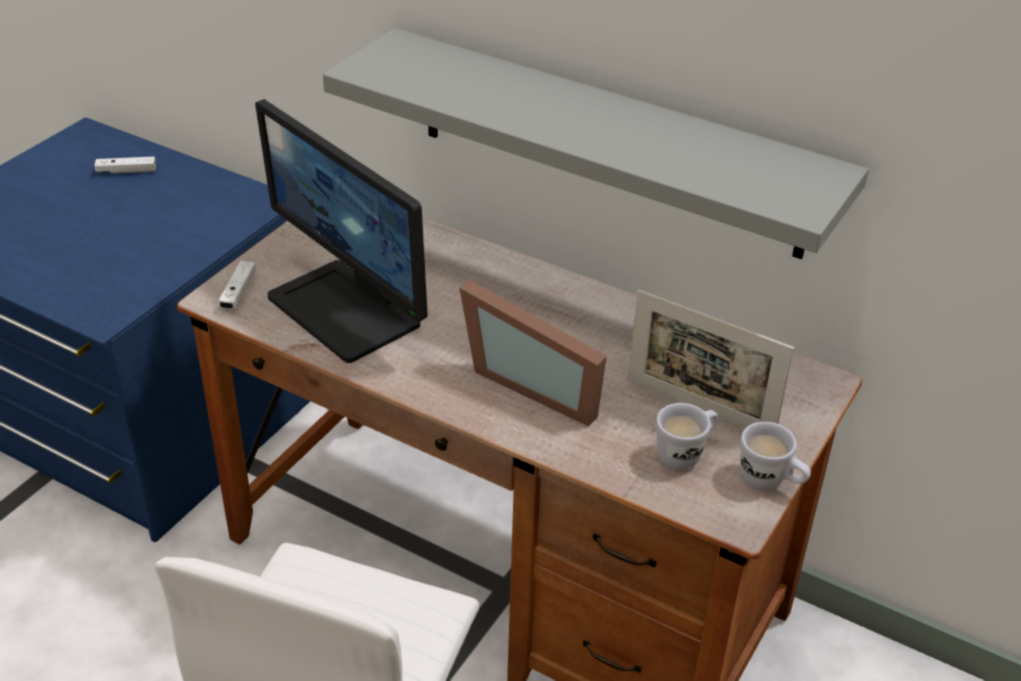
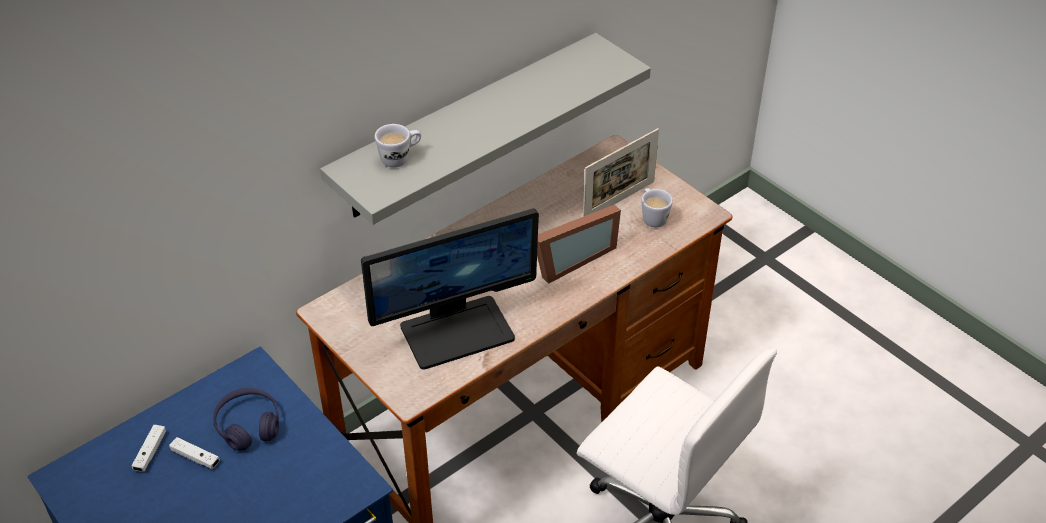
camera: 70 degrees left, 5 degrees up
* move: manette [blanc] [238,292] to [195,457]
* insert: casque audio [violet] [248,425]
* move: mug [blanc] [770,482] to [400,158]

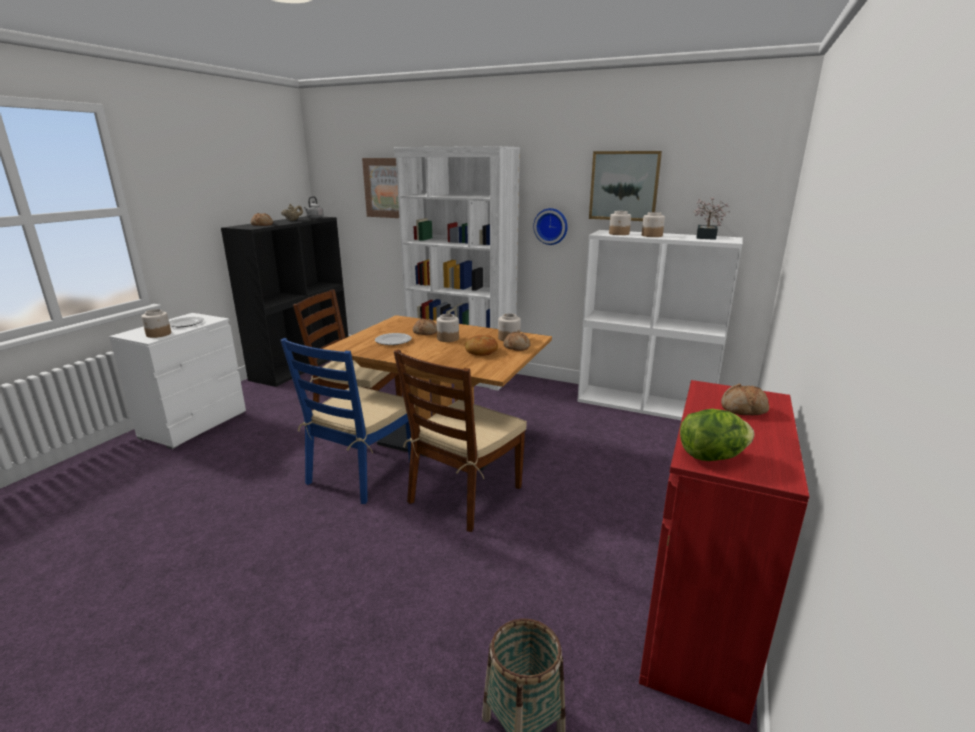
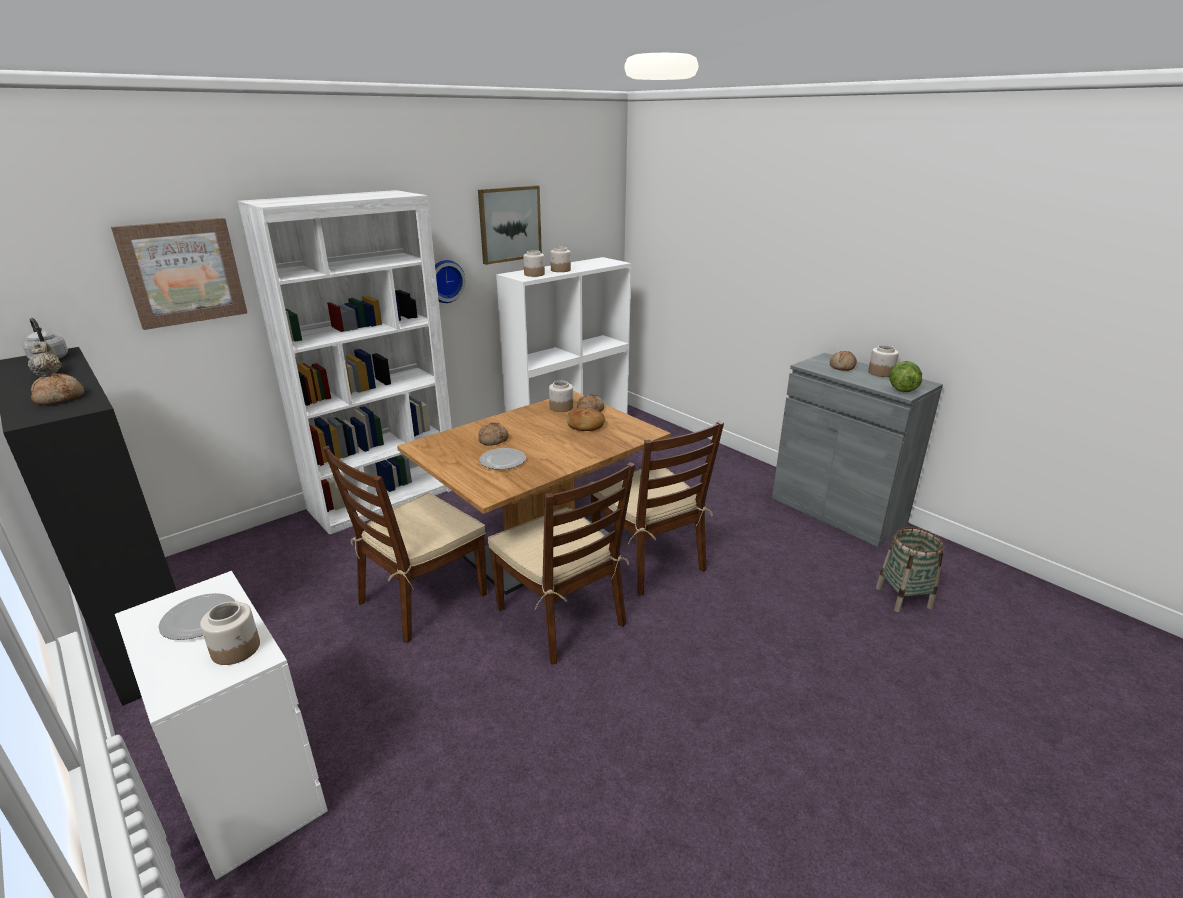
camera: 65 degrees left, 5 degrees up
* recolor: chaise [bleu] [361,473] to chaise [marron] [561,617]
* recolor: meuble de rangement [rouge] [699,625] to meuble de rangement [gris] [837,511]
* move: bocal [448,338] to [880,372]
* delete: plante en pot [705,237]

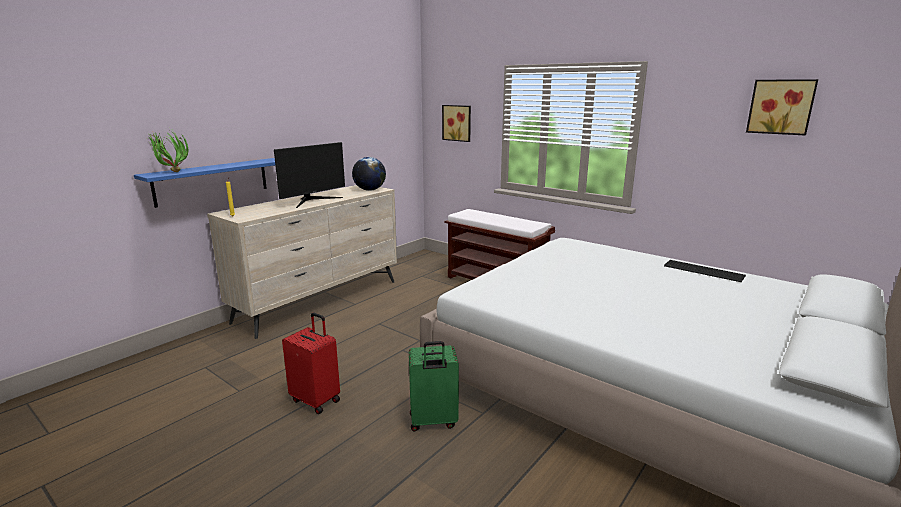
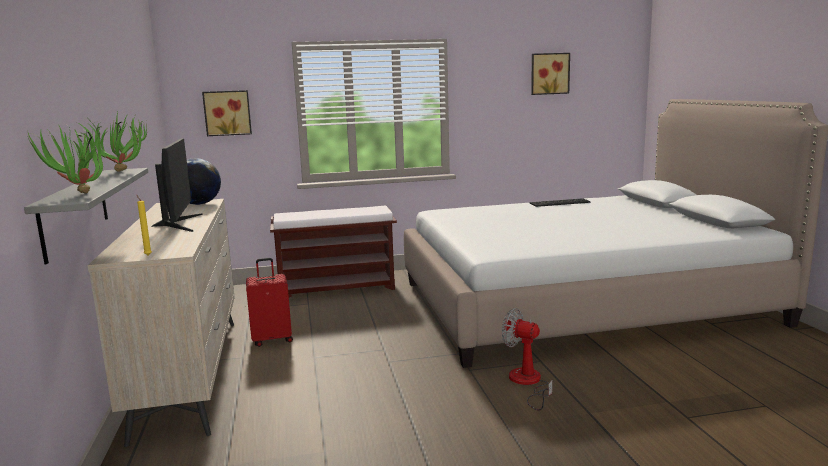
camera: 50 degrees left, 5 degrees down
* recolor: étagère [bleu] [212,181] to étagère [gris] [75,212]
* insert: plante en pot [127,171]
* move: valise [rouge] [316,400] to [272,339]
* replace: valise [vert] [433,421] to ventilateur [528,383]

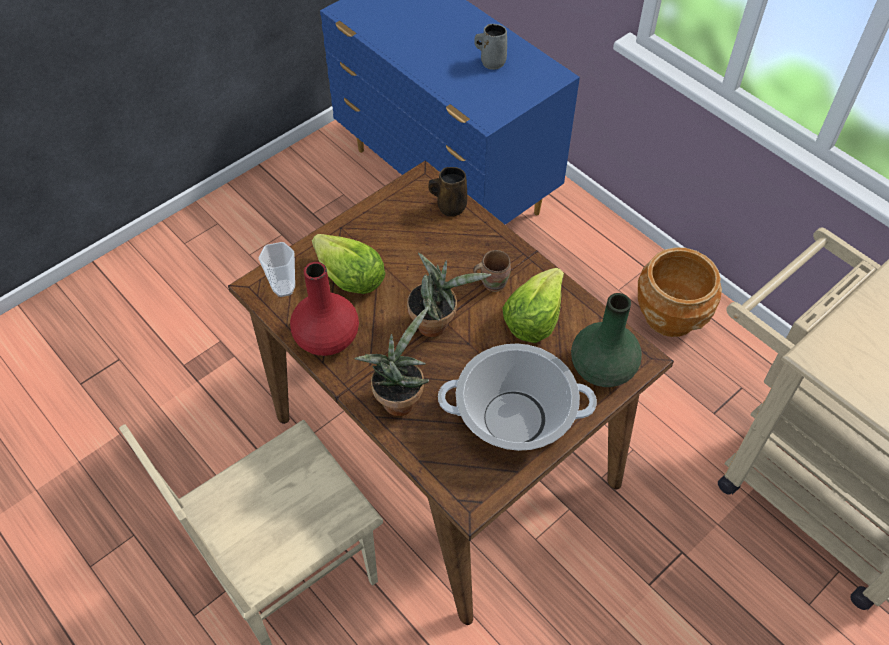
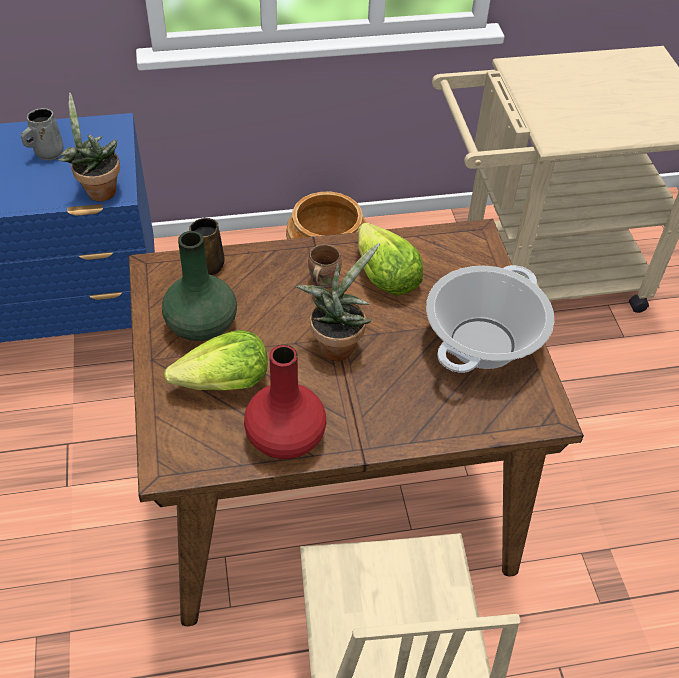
camera: 60 degrees left, 5 degrees down
* move: plante en pot [399,398] to [98,190]
* move: vase [vert] [603,367] to [202,324]
* delete: tasse [284,288]

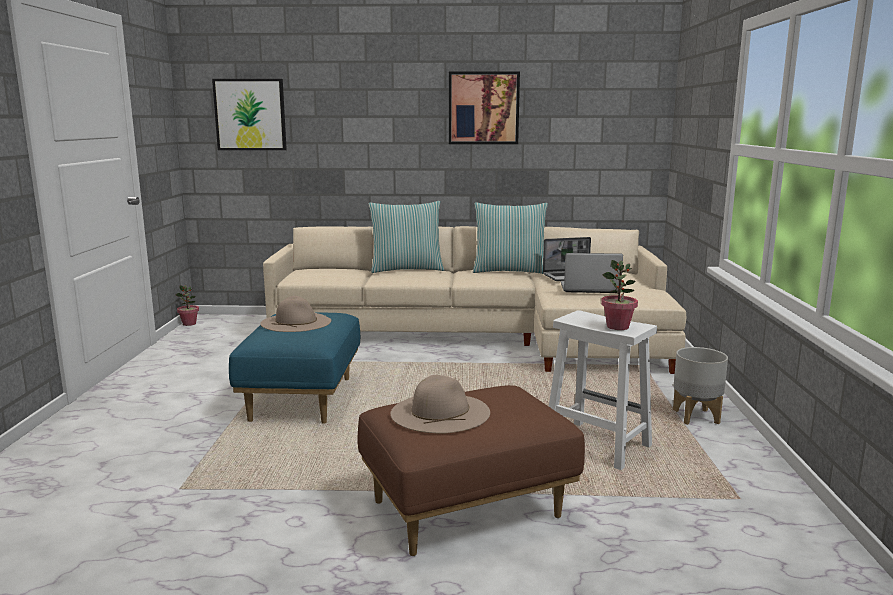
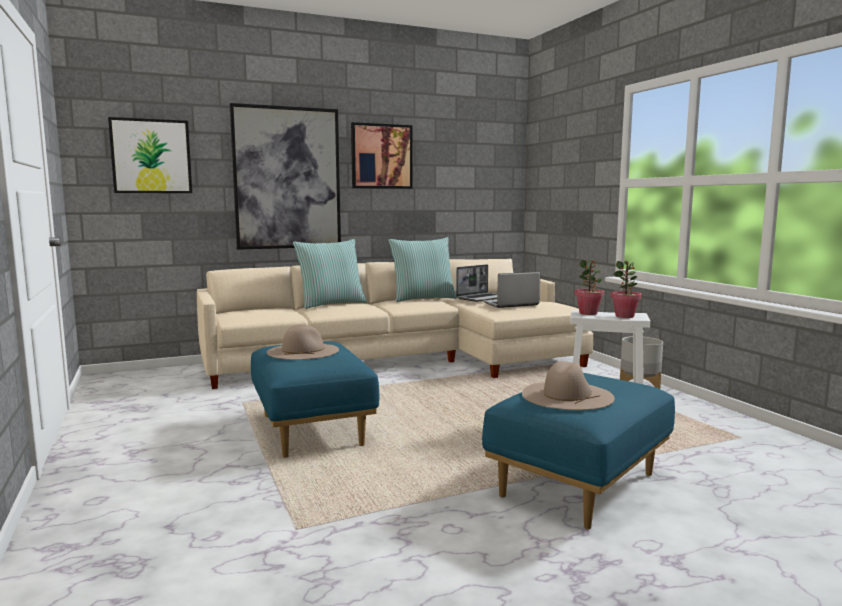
camera: 25 degrees left, 5 degrees down
* insert: tableau [287,178]
* recolor: pouf [marron] [466,510] to pouf [bleu] [579,486]
* move: plante en pot [189,324] to [588,313]

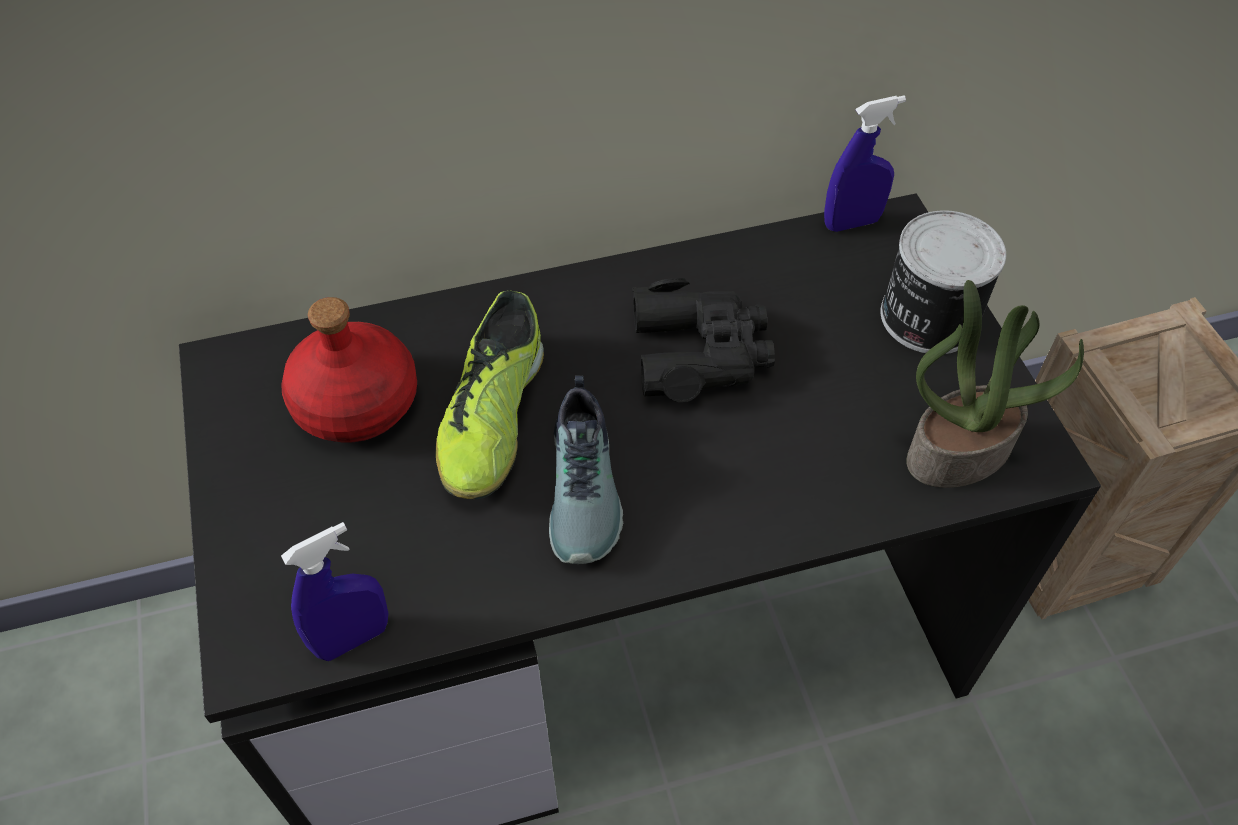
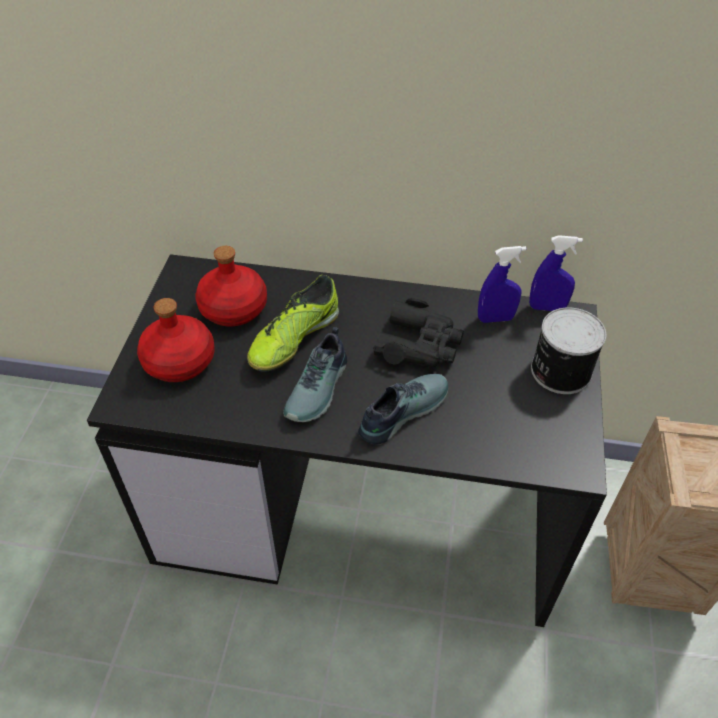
camera: 25 degrees right, 5 degrees down
* insert: bouteille [rouge] [179,360]
* insert: chaussure [401,411]
* move: vaporisateur [bleu] [353,638] to [495,318]
* delete: plante en pot [959,451]

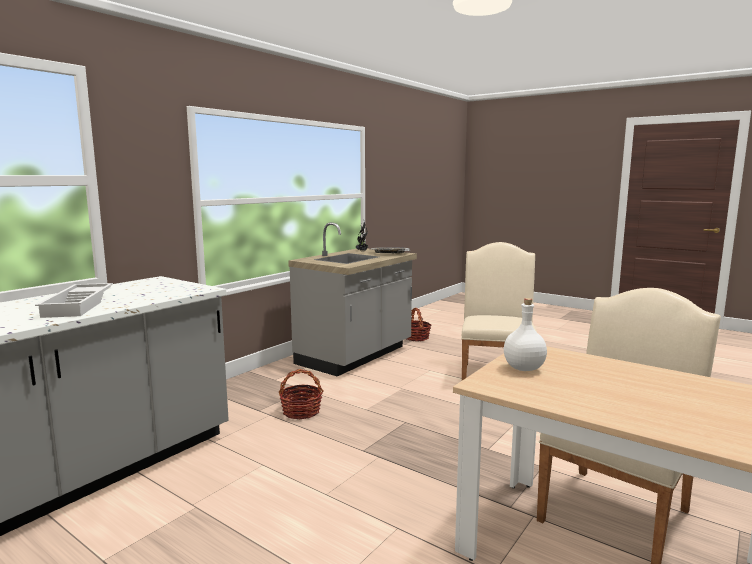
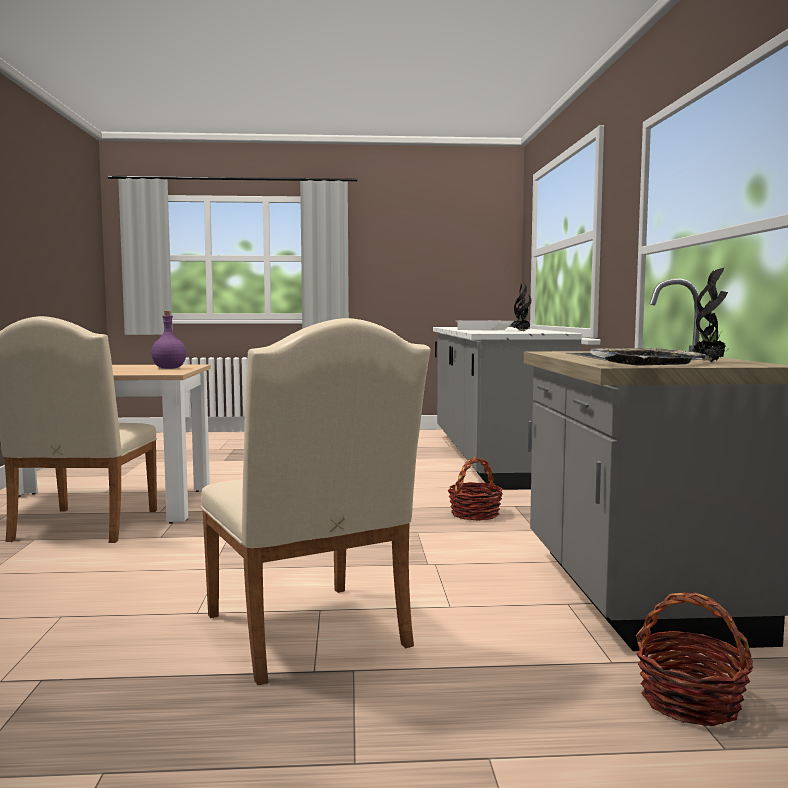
camera: 140 degrees right, 5 degrees down
* recolor: bouteille [blanc] [524,368] to bouteille [violet] [168,368]
* insert: plante en pot [522,331]

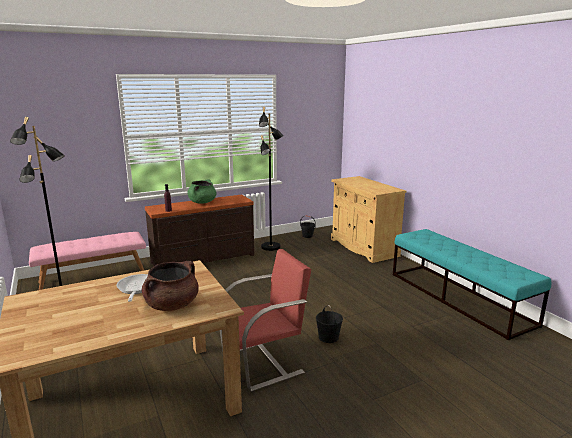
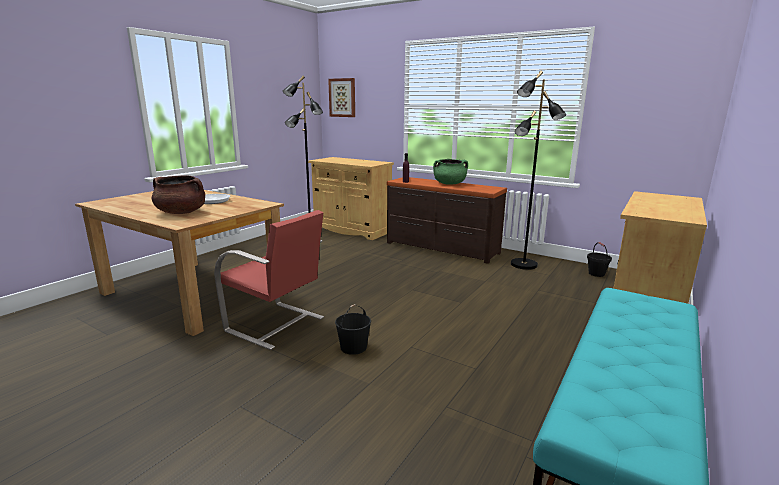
camera: 60 degrees right, 0 degrees up
* replace: banc [rose] [93,278] to meuble de rangement [beige] [352,230]
* insert: tableau [342,97]

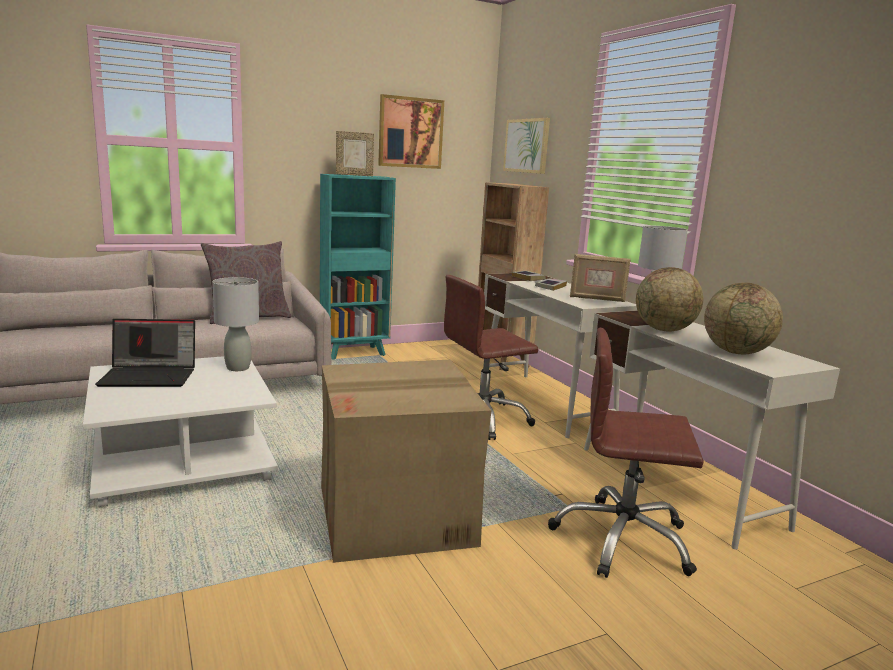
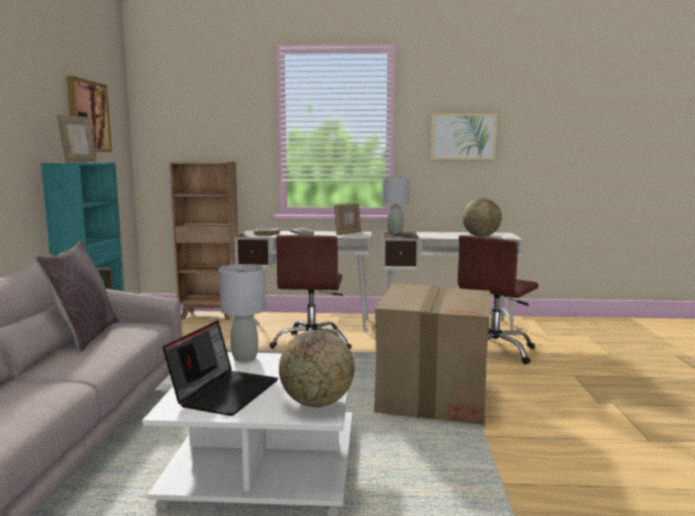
camera: 60 degrees left, 5 degrees down
* move: globe [664,330] to [317,403]
* move: tableau [527,146] to [463,137]

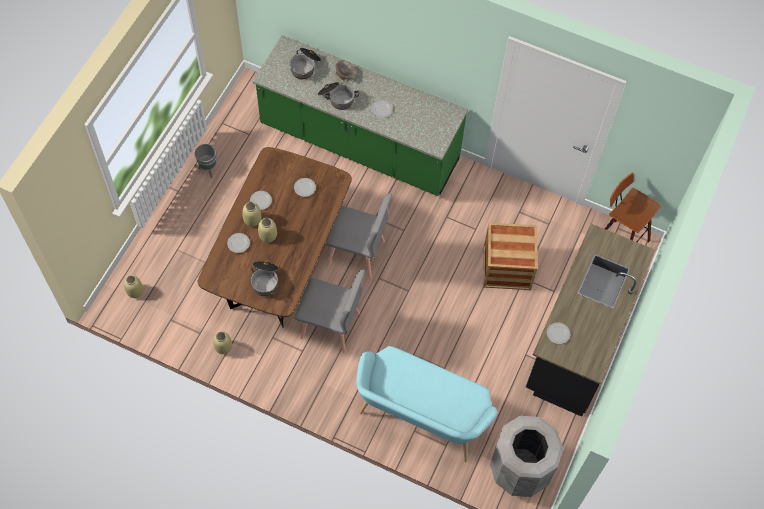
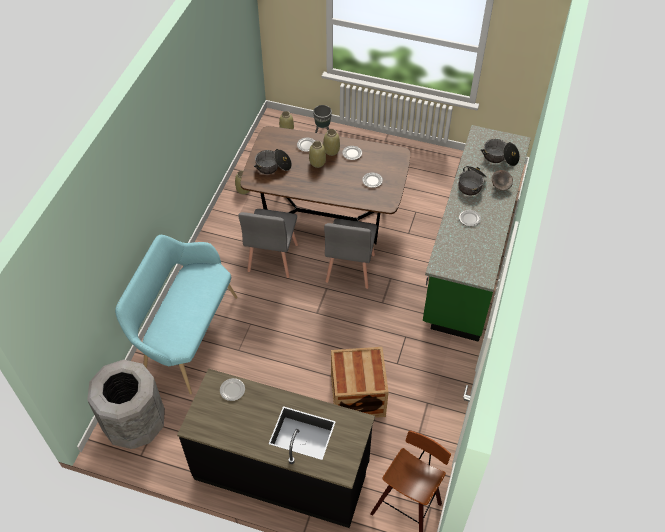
camera: 85 degrees right, 10 degrees down
* move: cache-pot [gris] [208,169] to [322,131]

